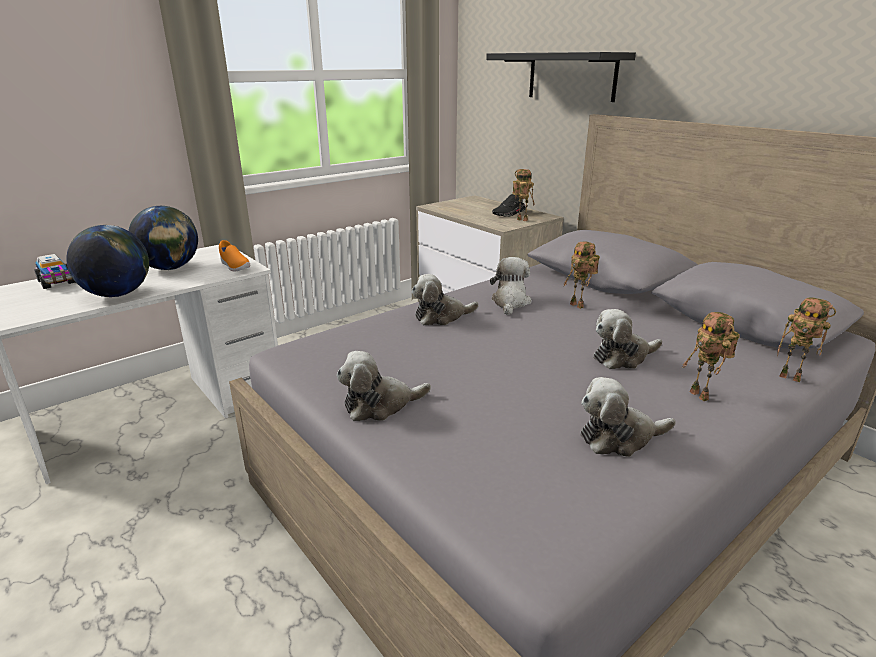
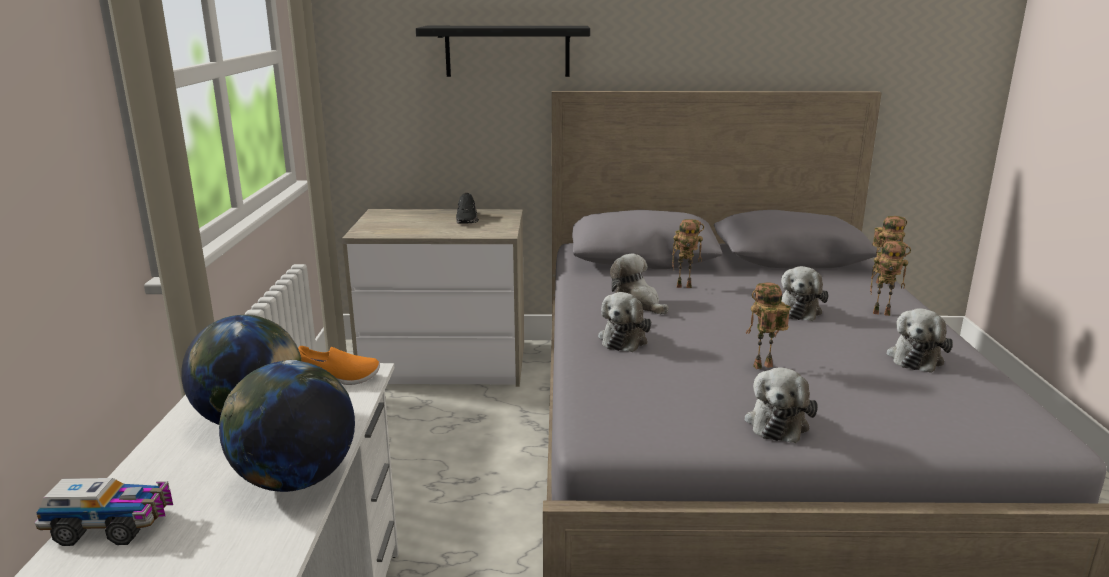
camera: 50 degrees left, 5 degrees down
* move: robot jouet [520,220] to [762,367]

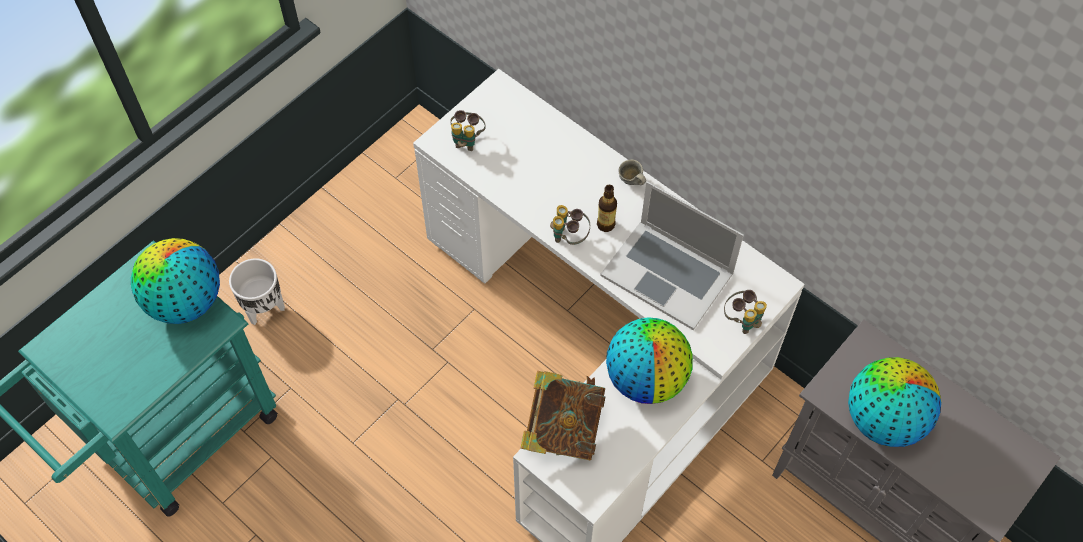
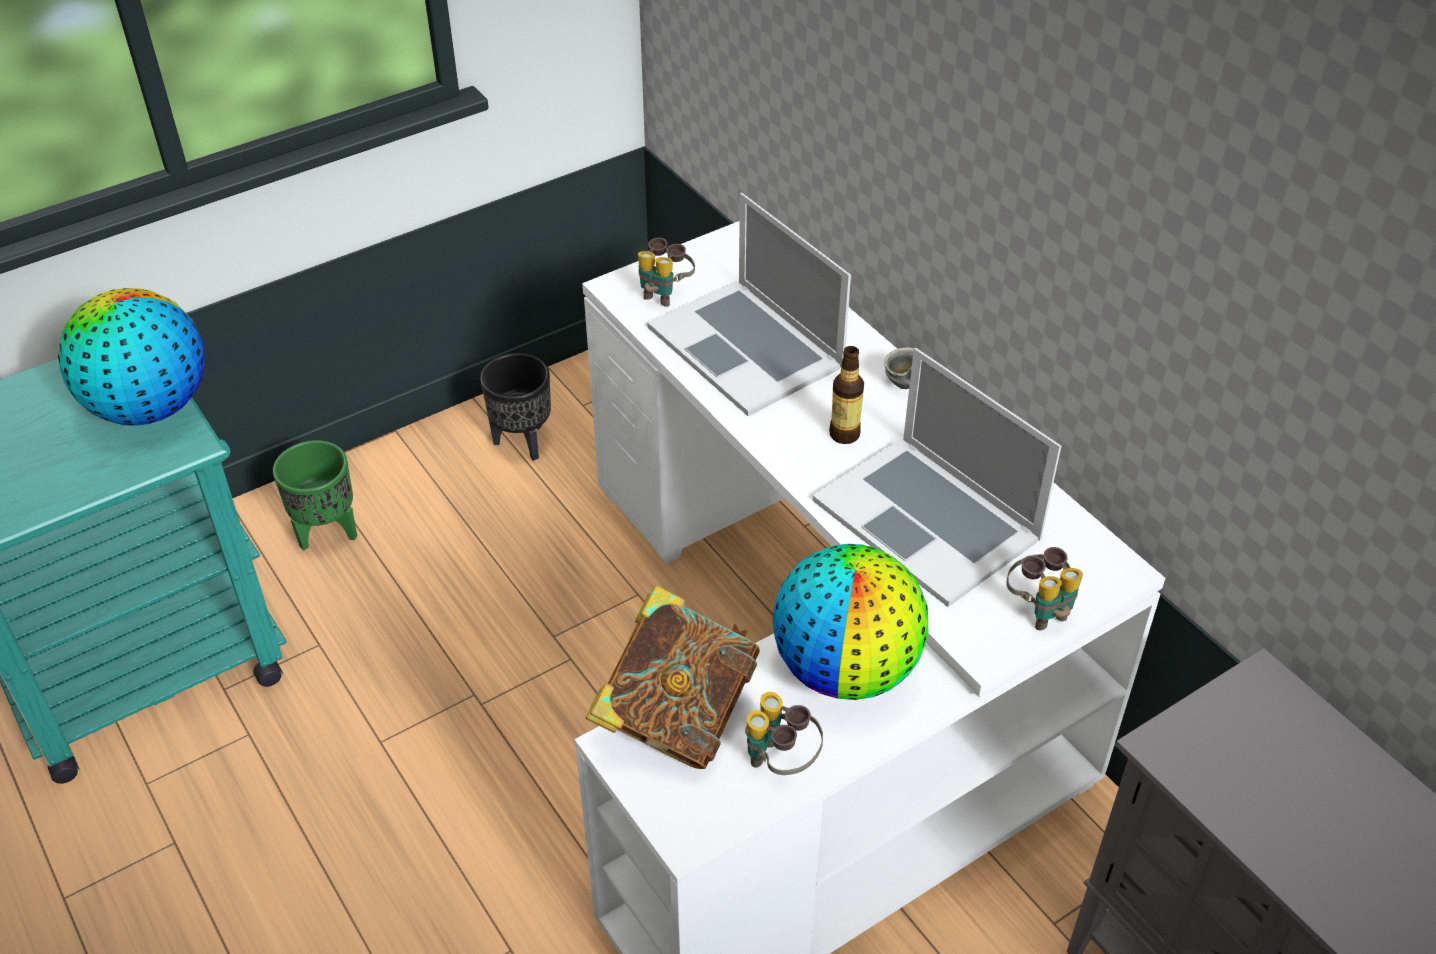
camera: 15 degrees right, 15 degrees down
* recolor: cache-pot [blanc] [264,309] to cache-pot [vert] [326,533]
* insert: cache-pot [noir] [523,443]
* insert: ordinateur portable [746,346]
* move: jumelles [569,237] to [780,762]
* delete: globe [883,419]

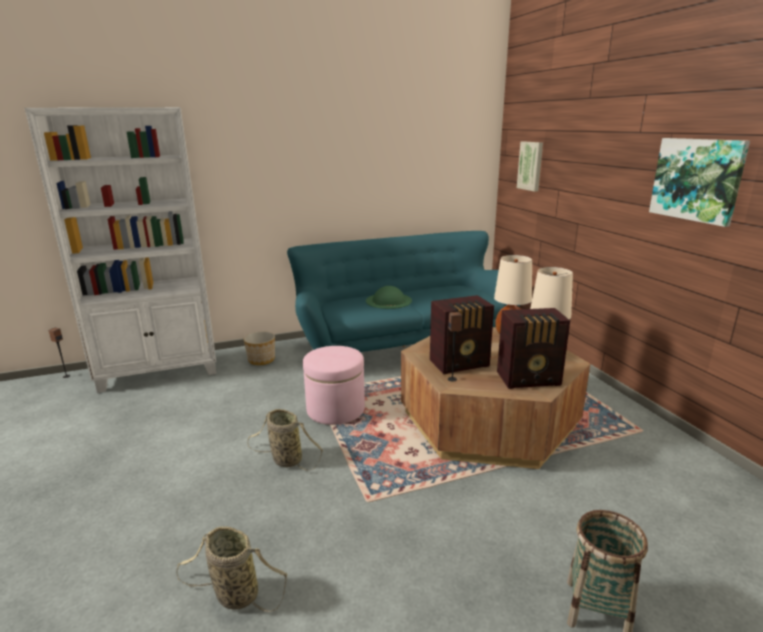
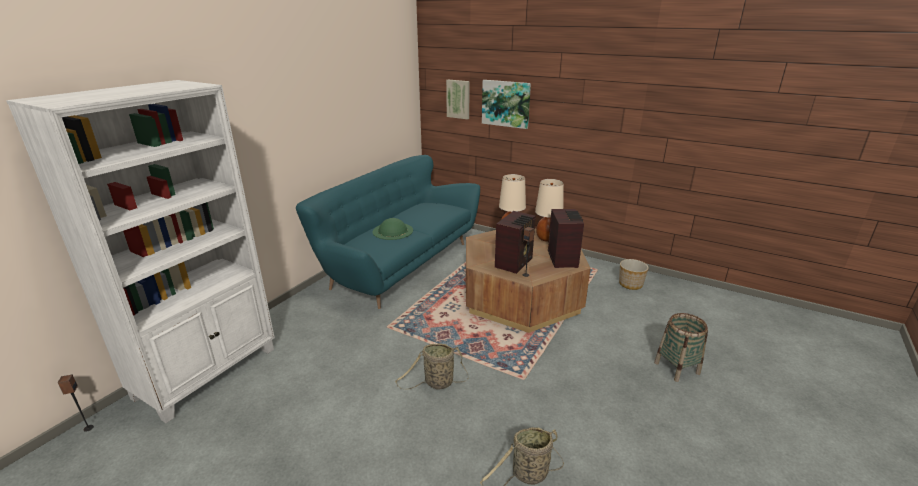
camera: 40 degrees left, 5 degrees up
* move: tableau [697,179] to [506,103]
* rotate: radio [530,379] = [563,258] 45 degrees counterclockwise
* move: cache-pot [262,360] to [630,284]
* delete: pouf [rose] [335,409]

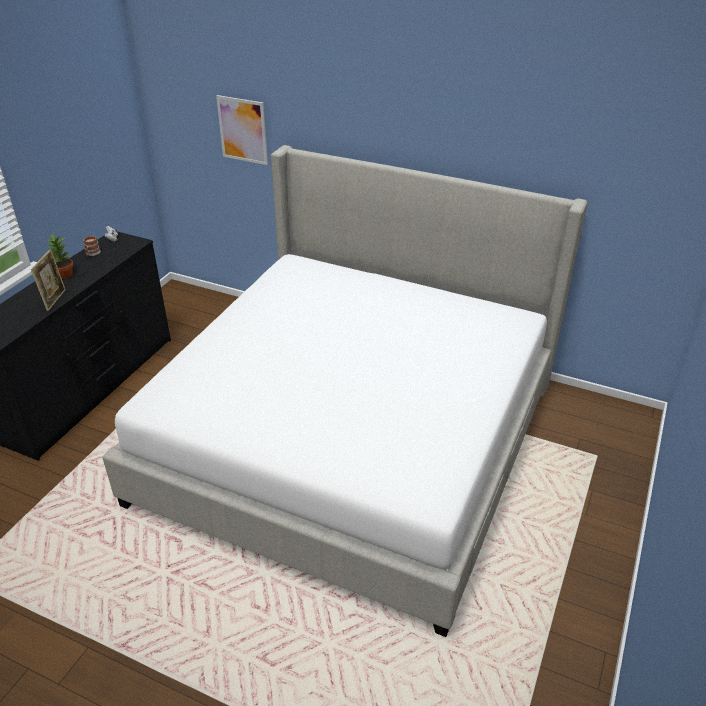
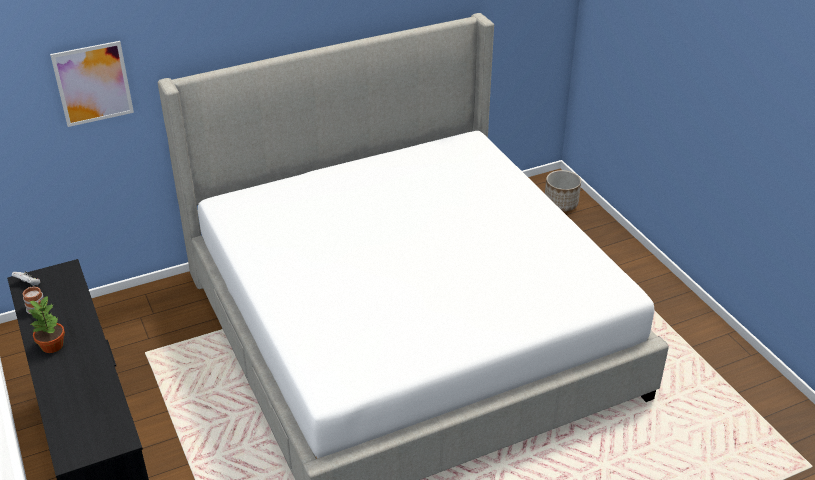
camera: 50 degrees left, 0 degrees up
* insert: cache-pot [561,203]
* delete: cadre photo [55,300]

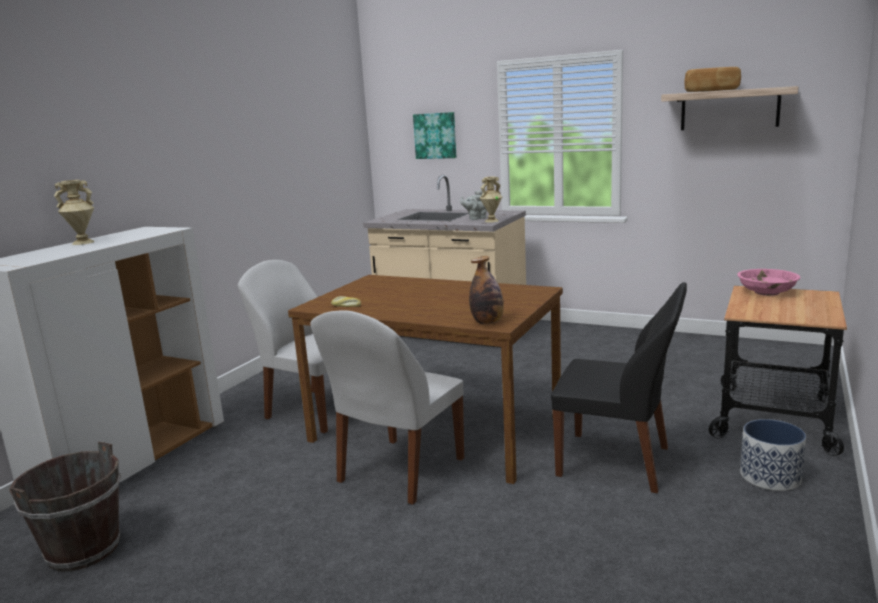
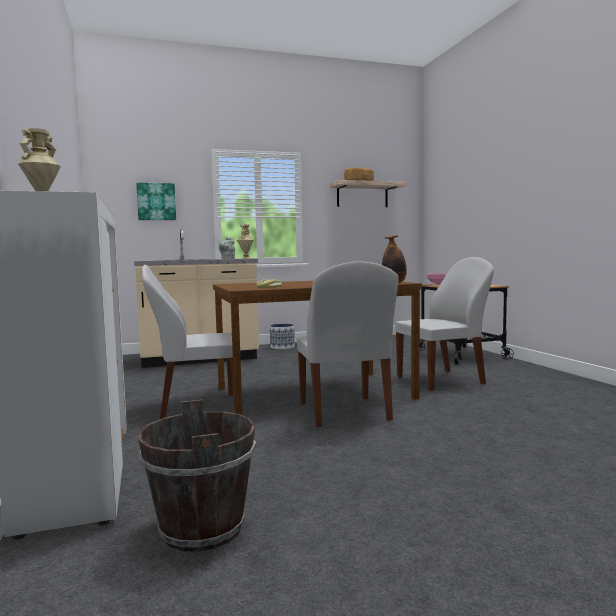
camera: 45 degrees left, 10 degrees down
* move: cache-pot [770,477] to [282,347]
* recolor: chaise [noir] [617,462] to chaise [blanc] [442,380]

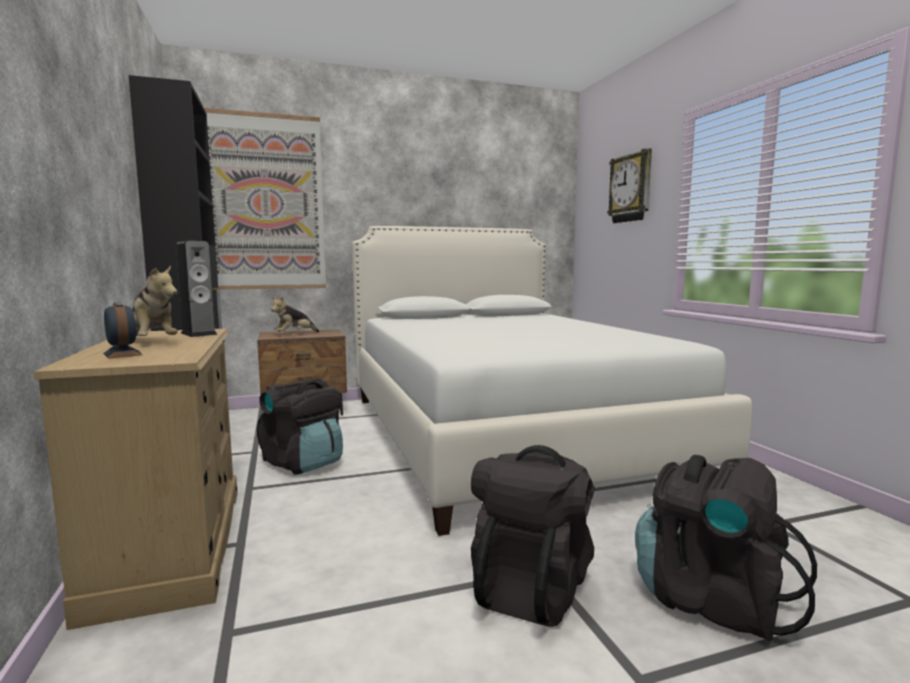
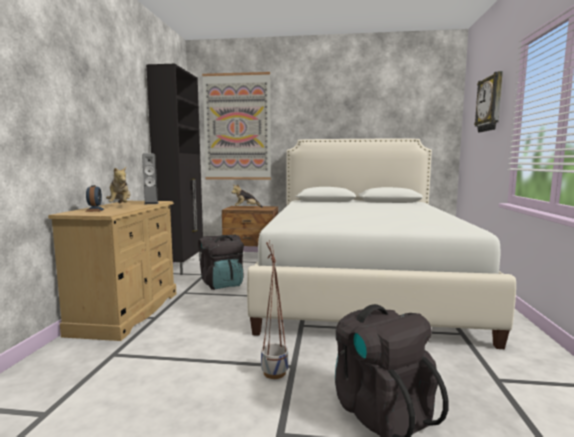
camera: 25 degrees right, 0 degrees up
* replace: sac à dos [noir] [531,586] to cache-pot [274,373]

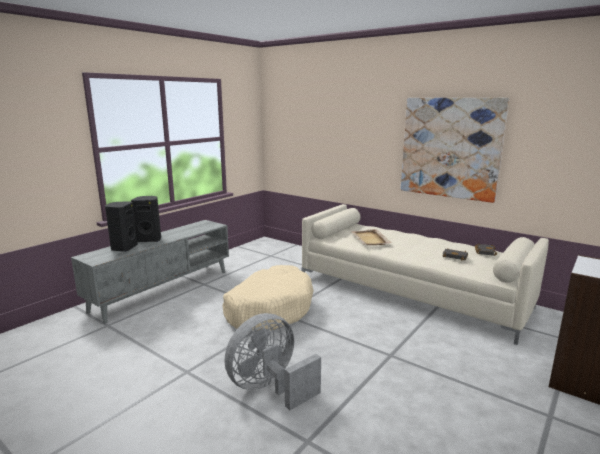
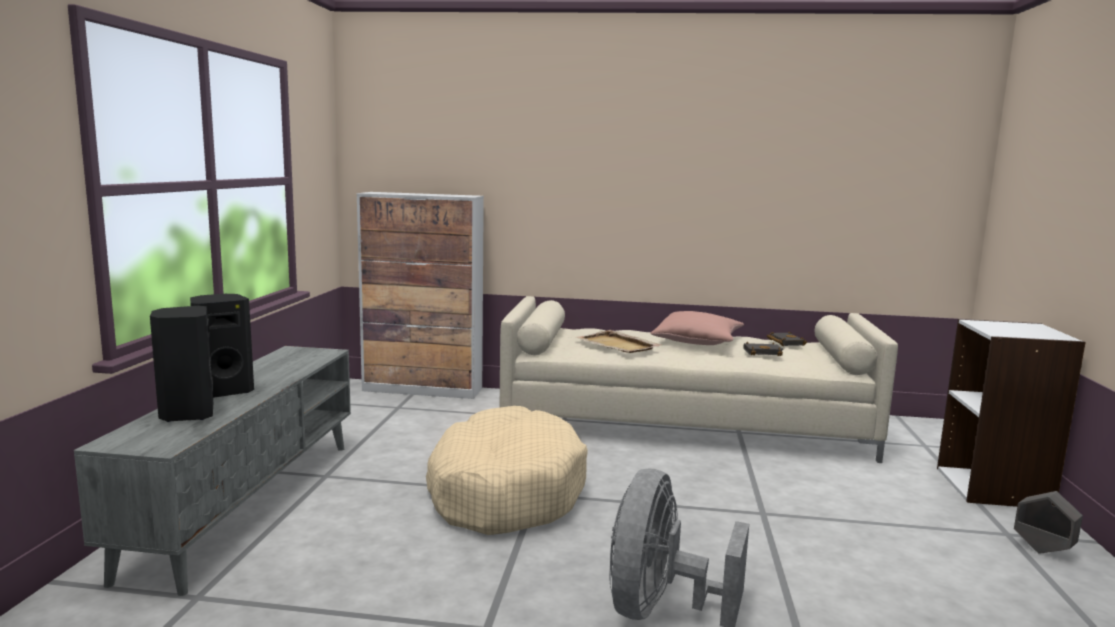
camera: 30 degrees left, 5 degrees down
* insert: meuble de rangement [423,389]
* insert: coussin [rose] [697,341]
* insert: cache-pot [gris] [1042,550]
* delete: tableau [450,148]

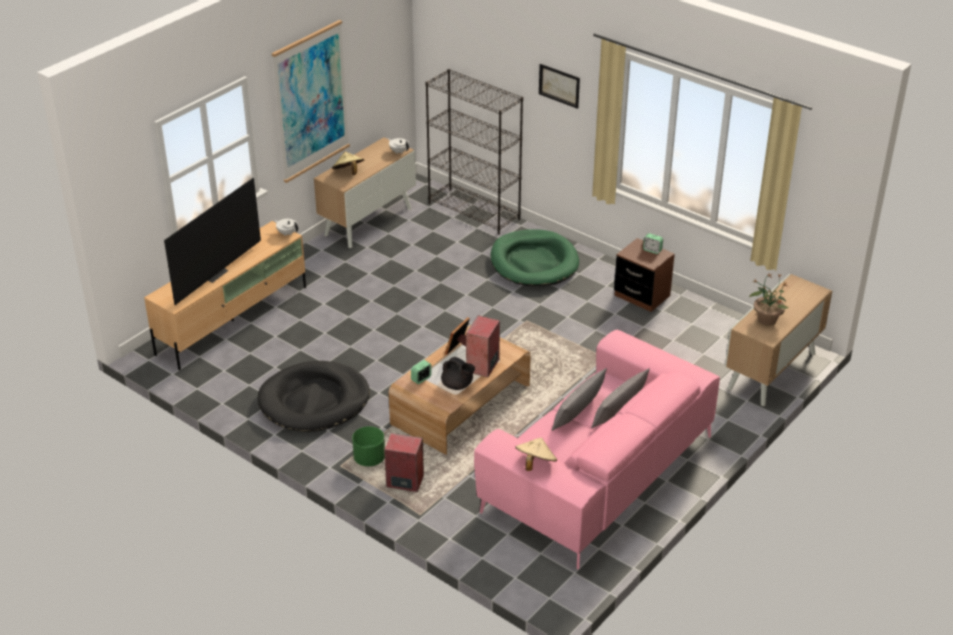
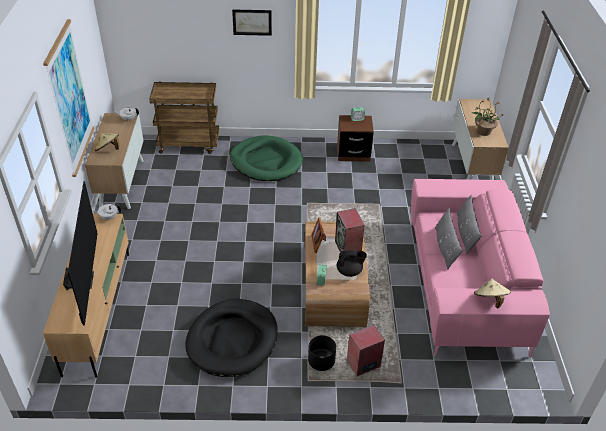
camera: 40 degrees left, 5 degrees up
* replace: bibliothèque [noir] [474,211] to chariot [marron] [189,144]
* recolor: cache-pot [vert] [369,459] to cache-pot [noir] [321,362]

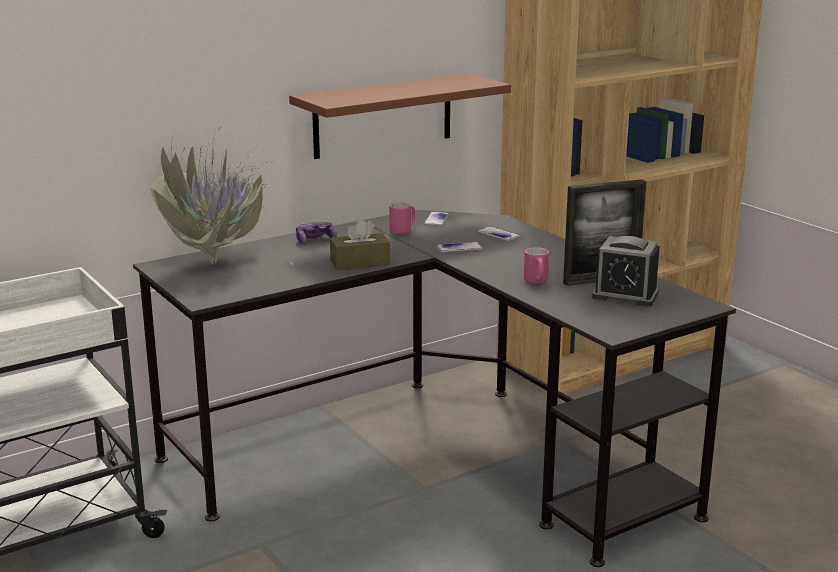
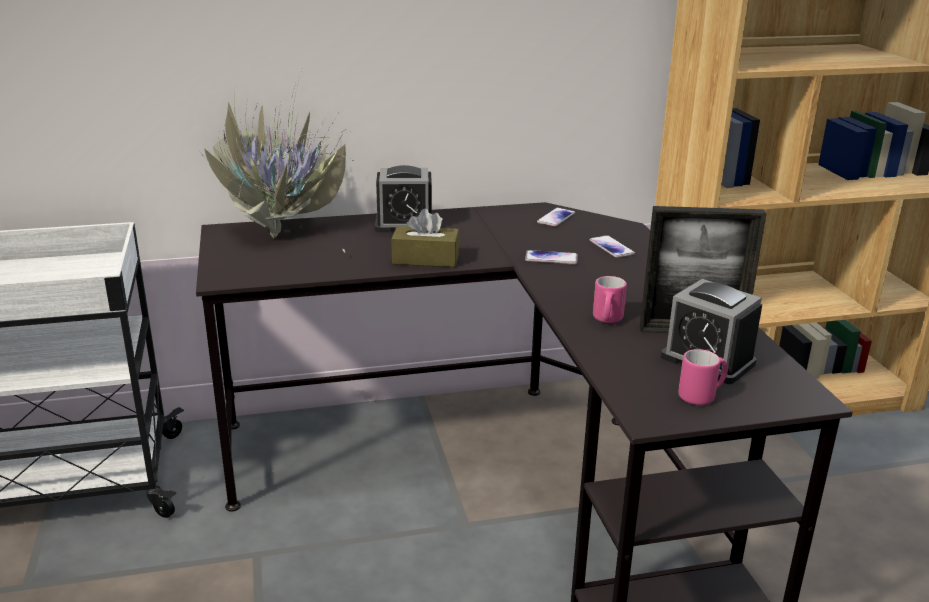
camera: 20 degrees right, 5 degrees up
* replace: manette [315,240] to réveil [404,224]
* move: mug [rose] [403,230] to [702,396]
* delete: étagère [marron] [383,116]

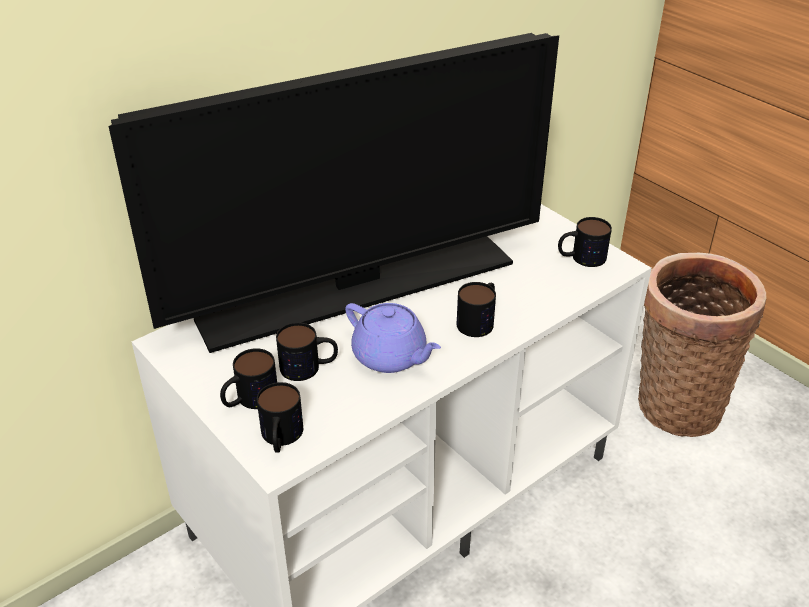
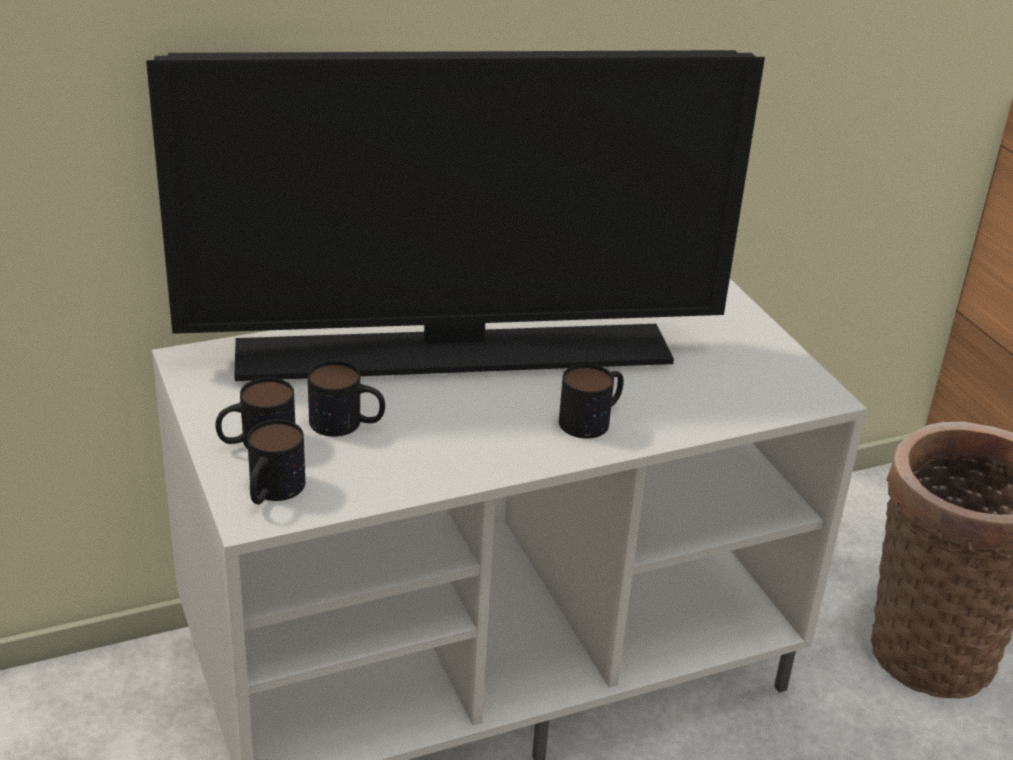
camera: 15 degrees right, 5 degrees down
* delete: théière [violet] [391,356]
* delete: mug [581,257]

